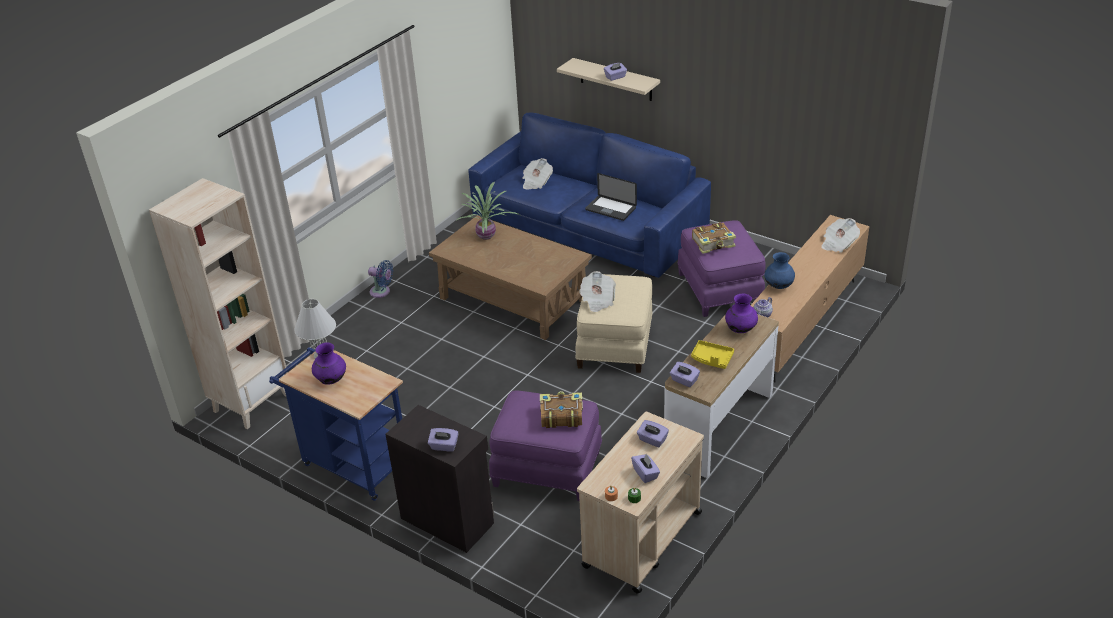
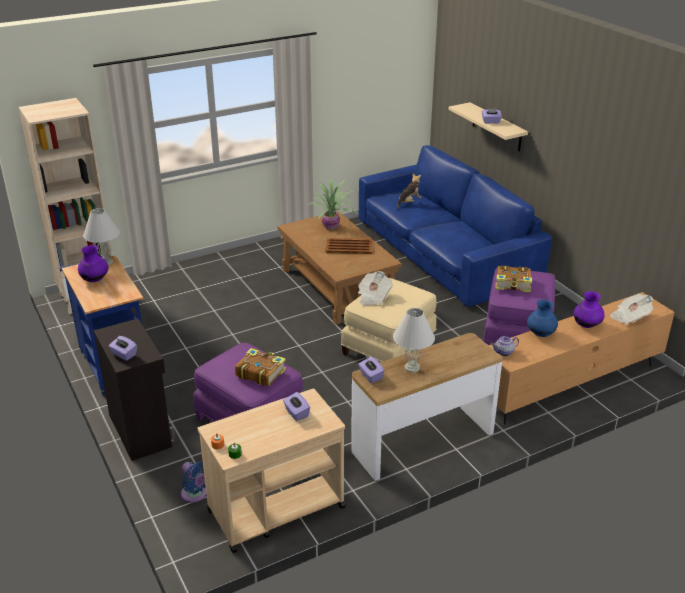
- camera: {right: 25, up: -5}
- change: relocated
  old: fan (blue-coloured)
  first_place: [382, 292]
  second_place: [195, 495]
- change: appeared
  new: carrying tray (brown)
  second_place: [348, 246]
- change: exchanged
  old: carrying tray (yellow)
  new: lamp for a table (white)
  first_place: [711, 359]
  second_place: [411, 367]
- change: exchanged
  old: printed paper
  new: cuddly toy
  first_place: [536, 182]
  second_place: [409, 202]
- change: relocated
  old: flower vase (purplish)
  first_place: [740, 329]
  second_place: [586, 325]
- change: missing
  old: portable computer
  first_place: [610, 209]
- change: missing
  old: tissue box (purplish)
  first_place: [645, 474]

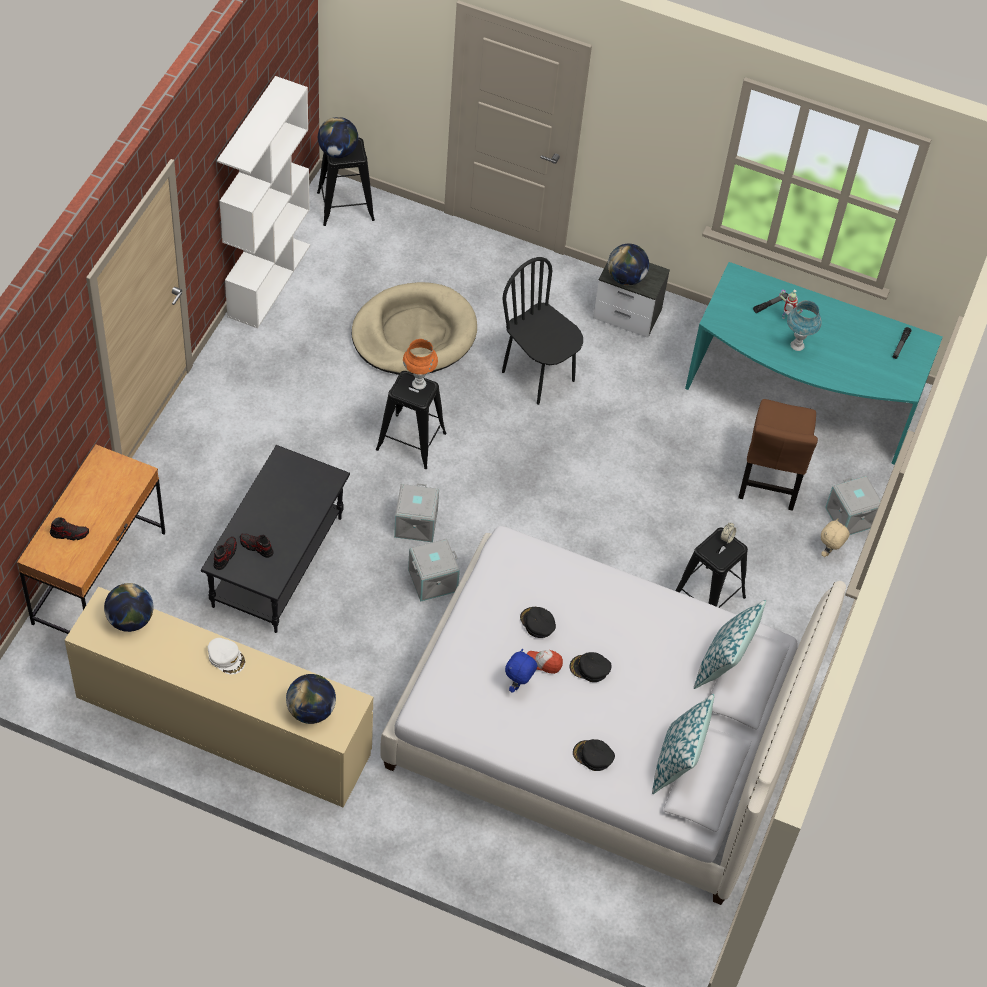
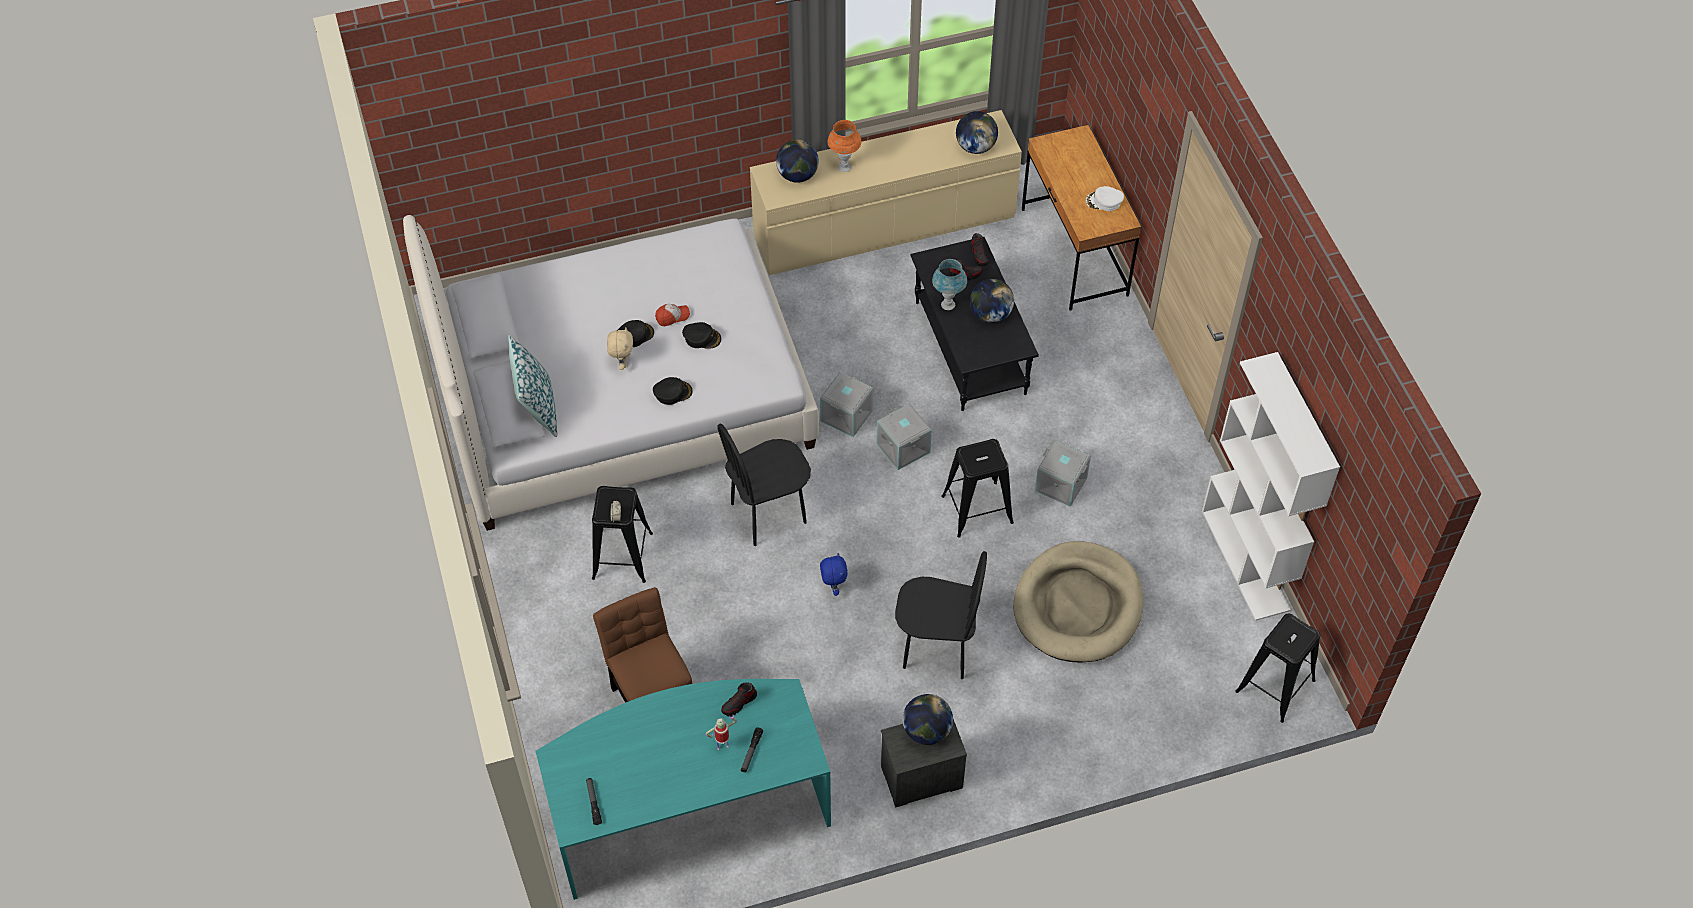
- camera: {right: 145, up: 0}
- change: relocated
  old: cuddly toy (beige-coloured)
  first_place: [829, 552]
  second_place: [622, 363]
- change: relocated
  old: cap (black-coloured)
  first_place: [593, 756]
  second_place: [672, 392]
- change: appeared
  new: chair (black-coloured)
  second_place: [768, 513]
- change: relocated
  old: low shoe
  first_place: [69, 533]
  second_place: [739, 703]
- change: relocated
  old: cuddly toy (blue-coloured)
  first_place: [518, 685]
  second_place: [833, 587]
- change: relocated
  old: lamp for a table (orange-coloured)
  first_place: [419, 384]
  second_place: [844, 167]
- change: relocated
  old: lamp for a table (blue-coloured)
  first_place: [797, 345]
  second_place: [948, 305]
- change: relocated
  old: globe
  first_place: [338, 151]
  second_place: [990, 314]
- change: relocated
  old: storage box (gray)
  first_place: [851, 517]
  second_place: [1060, 485]
- change: relocated
  old: cap (white)
  first_place: [226, 658]
  second_place: [1104, 201]
- change: missing
  old: cushion
  first_place: [677, 762]

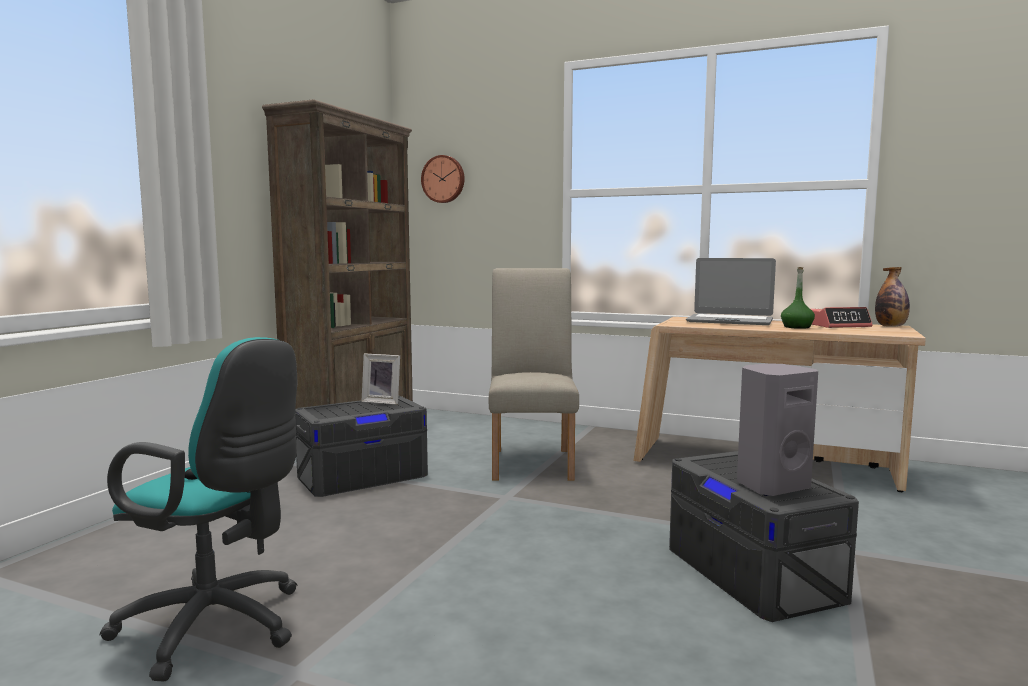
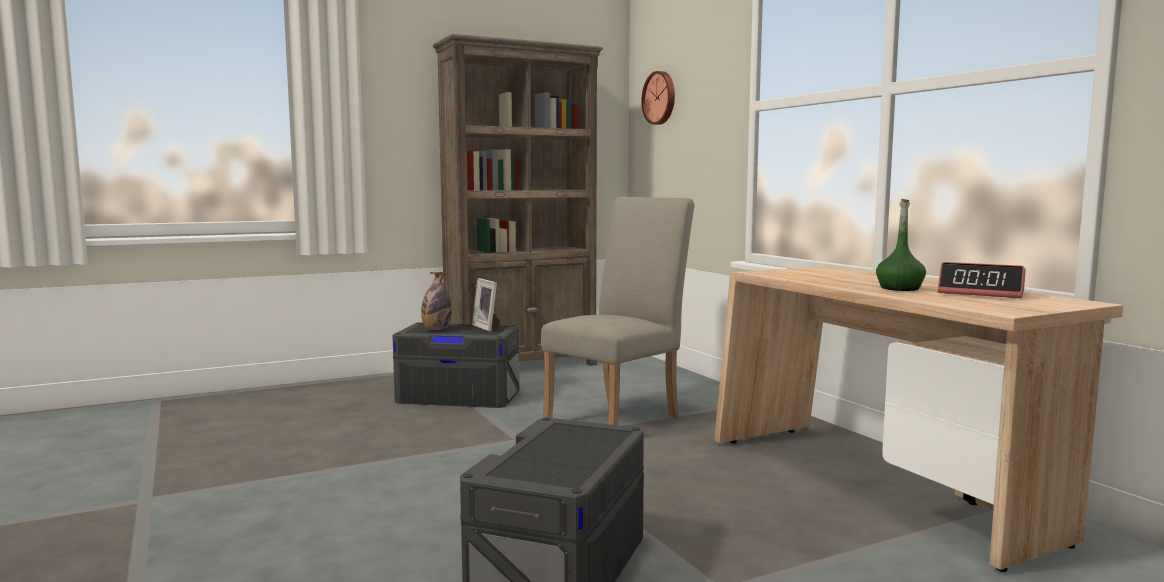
- camera: {right: 40, up: 0}
- change: relocated
  old: bottle
  first_place: [891, 326]
  second_place: [436, 329]
- change: missing
  old: computer chair (turquoise-coloured)
  first_place: [219, 628]
- change: missing
  old: portable computer
  first_place: [729, 321]
- change: missing
  old: audio speaker (gray)
  first_place: [770, 486]

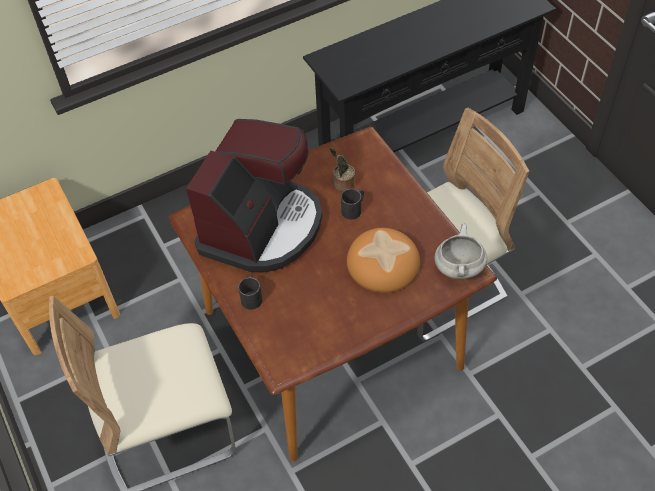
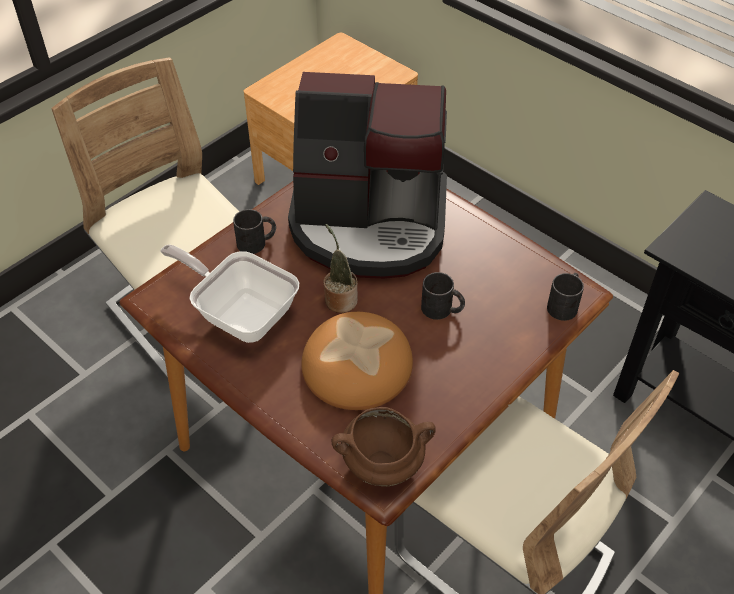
- camera: {right: 70, up: -5}
- change: appeared
  new: skillet
  second_place: [240, 313]
- change: relocated
  old: potted plant
  first_place: [342, 184]
  second_place: [339, 299]
- change: colour
  old: saucepot (white)
  new: saucepot (brown)
  first_place: [458, 267]
  second_place: [383, 462]
- change: appeared
  new: coffee mug (black-coloured)
  second_place: [564, 304]

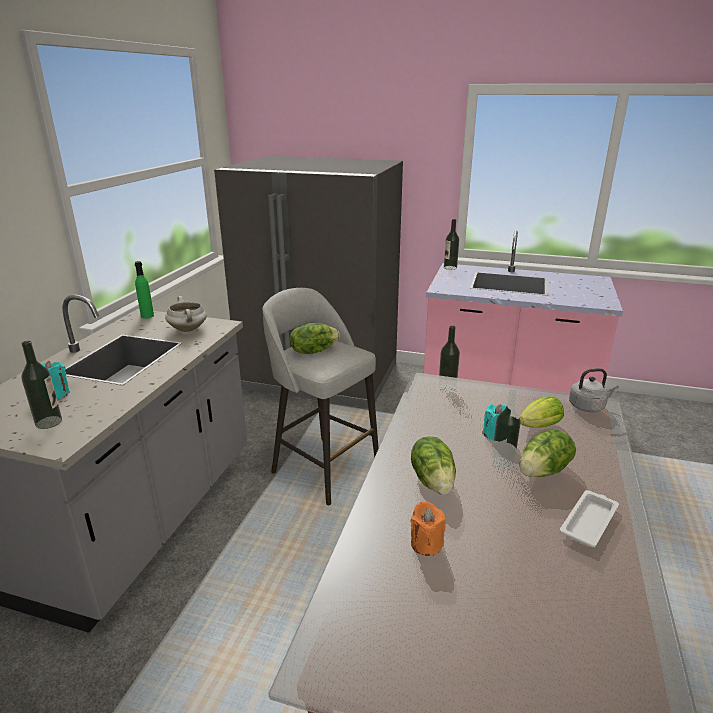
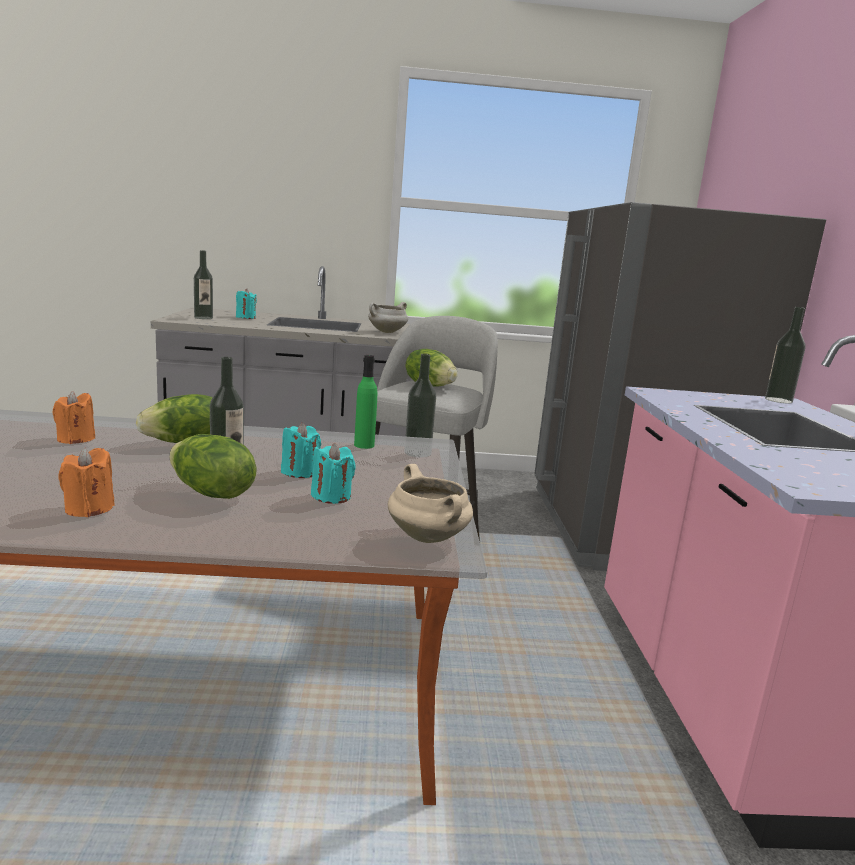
- camera: {right: 70, up: -10}
- change: exchanged
  old: carrying tray (white)
  new: wax candle (orange-coloured)
  first_place: [589, 521]
  second_place: [89, 509]
- change: exchanged
  old: head of lettuce
  new: wax candle (turquoise-coloured)
  first_place: [537, 427]
  second_place: [331, 496]
- change: relocated
  old: bottle (green)
  first_place: [147, 316]
  second_place: [364, 445]
- change: exchanged
  old: water kettle (gray)
  new: saucepot (beige-coloured)
  first_place: [588, 406]
  second_place: [429, 538]

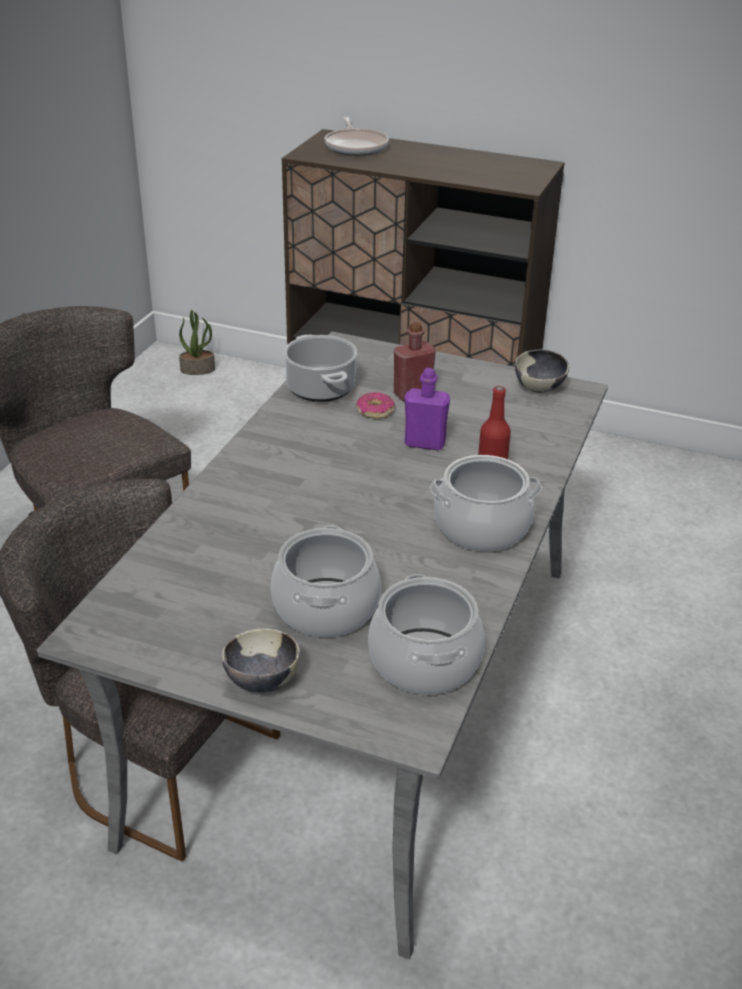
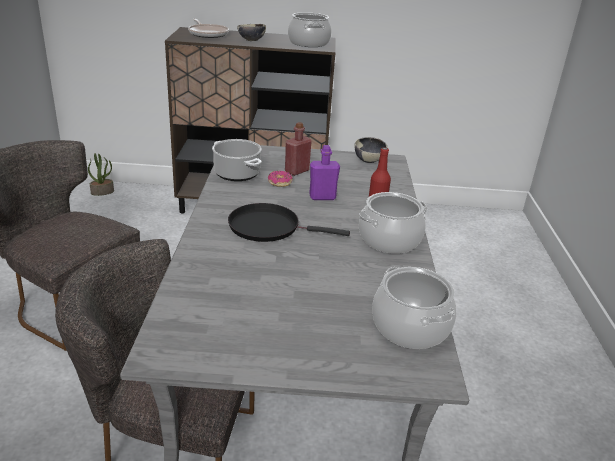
- camera: {right: -20, up: -5}
- change: appeared
  new: skillet (black-coloured)
  second_place: [269, 227]
- change: relocated
  old: bowl
  first_place: [262, 681]
  second_place: [251, 40]
- change: relocated
  old: saucepot
  first_place: [326, 608]
  second_place: [309, 43]

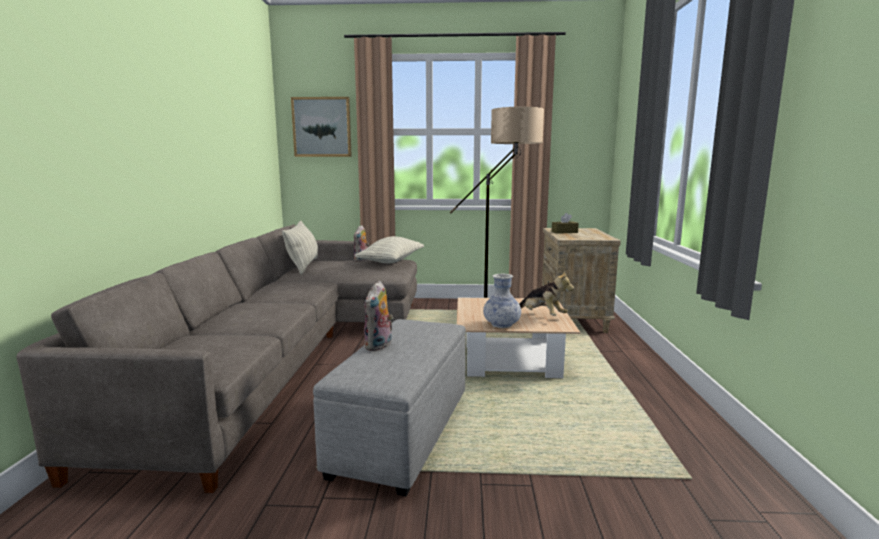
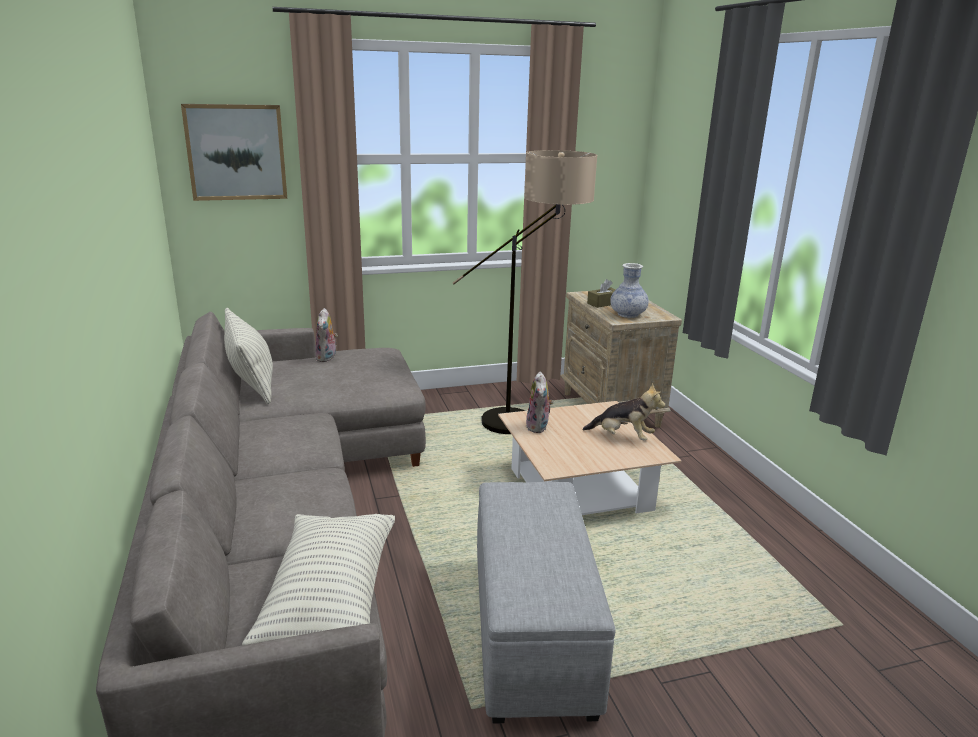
- camera: {right: -20, up: 10}
- change: relocated
  old: cushion
  first_place: [391, 261]
  second_place: [330, 598]
- change: relocated
  old: cuddly toy
  first_place: [379, 346]
  second_place: [539, 427]
- change: relocated
  old: flower vase
  first_place: [501, 325]
  second_place: [628, 314]

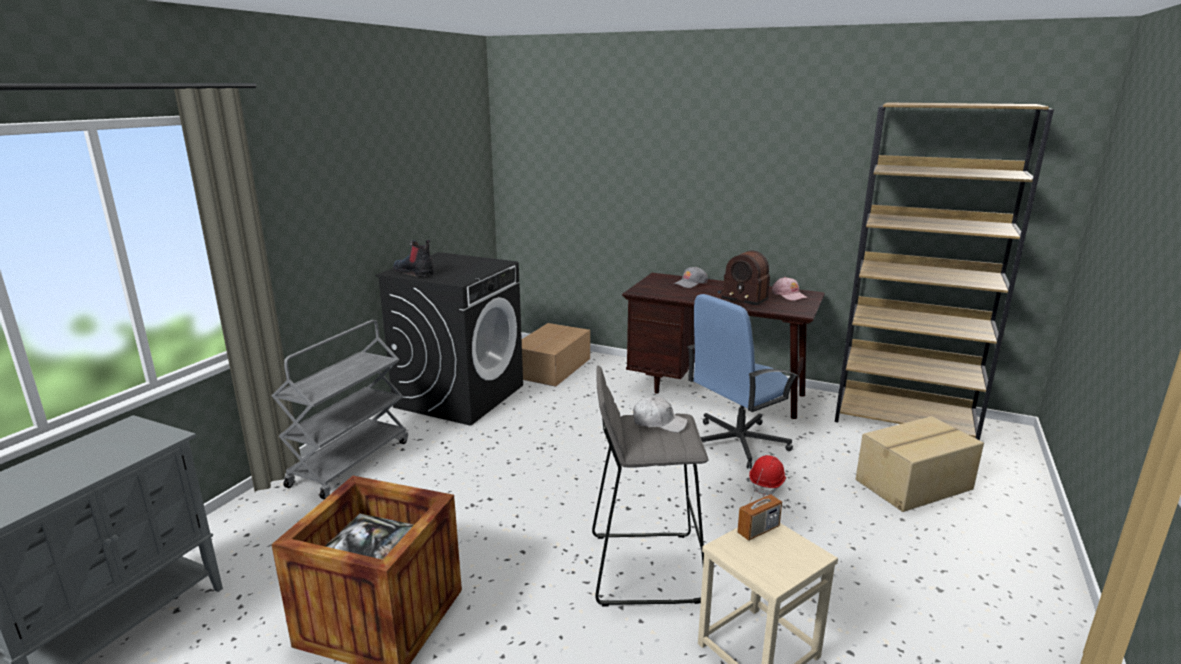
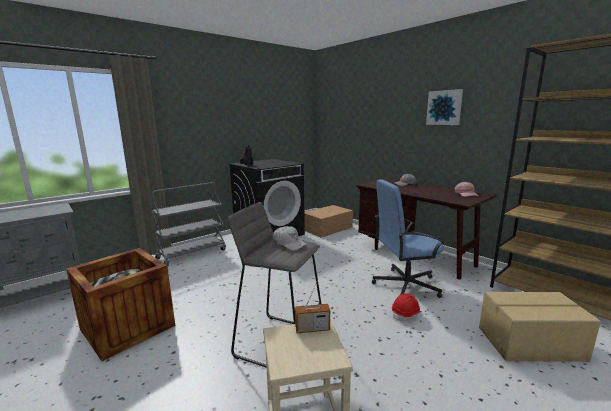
- camera: {right: 25, up: -5}
- change: appeared
  new: wall picture
  second_place: [444, 107]
- change: missing
  old: radio
  first_place: [742, 296]

